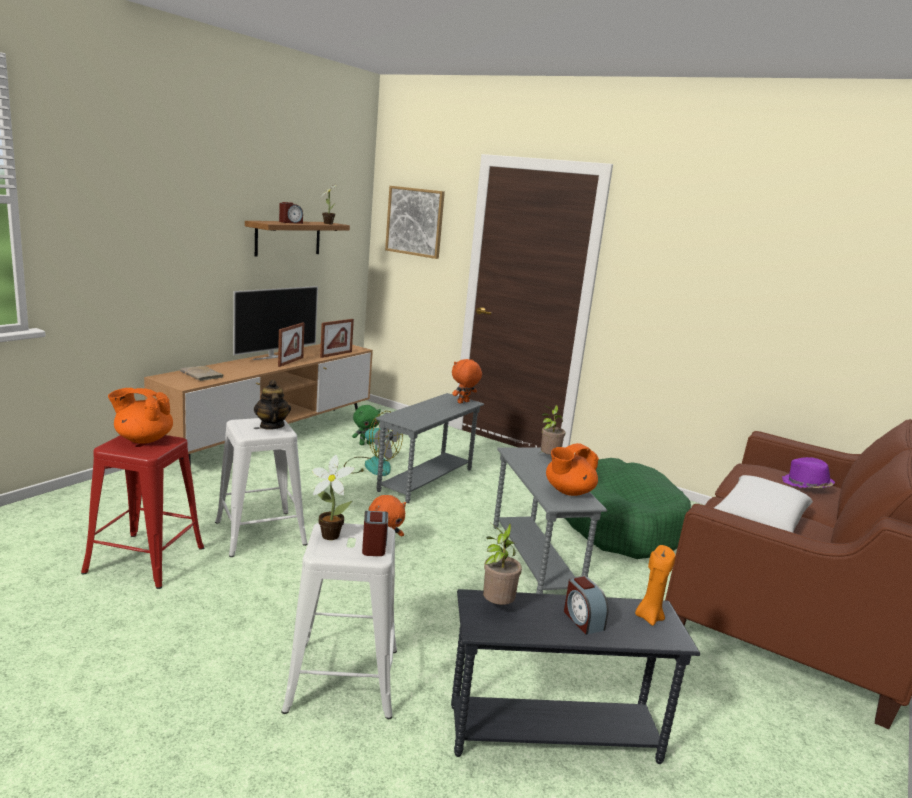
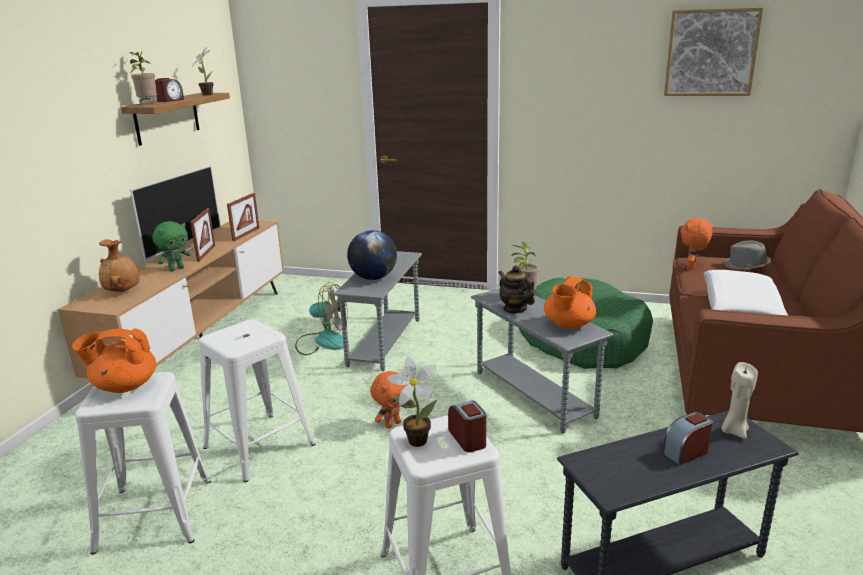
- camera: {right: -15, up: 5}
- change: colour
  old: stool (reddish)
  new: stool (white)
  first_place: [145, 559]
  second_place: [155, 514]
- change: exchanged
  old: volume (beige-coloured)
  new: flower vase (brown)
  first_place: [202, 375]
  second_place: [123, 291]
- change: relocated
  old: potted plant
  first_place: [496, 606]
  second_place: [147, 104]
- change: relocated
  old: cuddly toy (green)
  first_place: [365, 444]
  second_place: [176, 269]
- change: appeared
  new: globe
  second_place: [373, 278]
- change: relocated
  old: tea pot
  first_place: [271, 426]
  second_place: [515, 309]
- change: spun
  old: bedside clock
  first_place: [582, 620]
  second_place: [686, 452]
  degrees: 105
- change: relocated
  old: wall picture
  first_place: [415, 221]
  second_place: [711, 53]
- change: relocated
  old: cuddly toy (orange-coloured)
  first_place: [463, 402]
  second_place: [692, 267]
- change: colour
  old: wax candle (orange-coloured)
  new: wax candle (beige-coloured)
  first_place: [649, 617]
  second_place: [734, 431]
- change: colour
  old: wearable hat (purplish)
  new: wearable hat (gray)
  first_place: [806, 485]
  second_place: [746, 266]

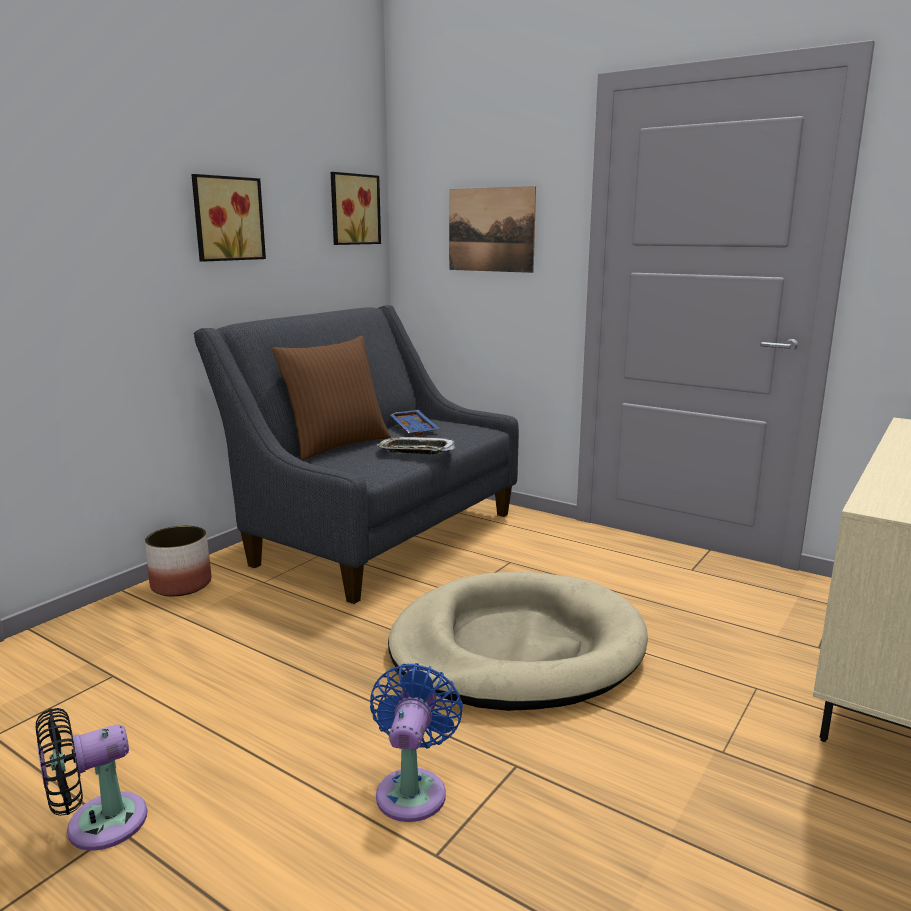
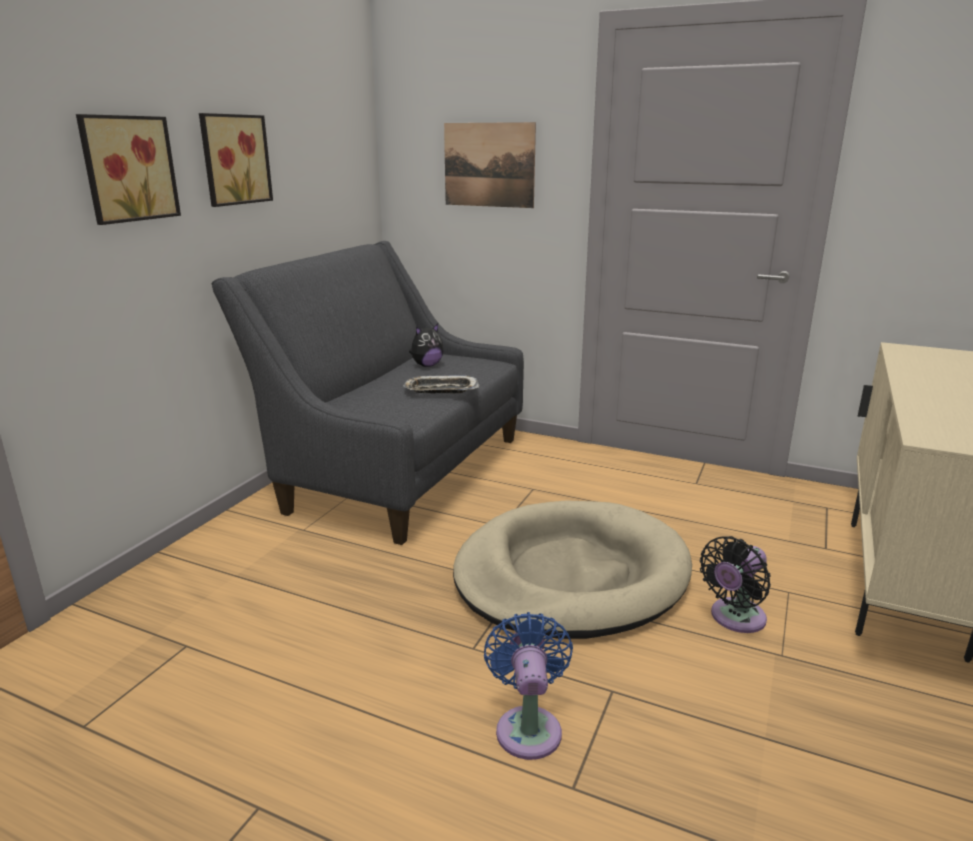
- camera: {right: -10, up: 5}
- change: relocated
  old: wall picture
  first_place: [353, 209]
  second_place: [127, 168]
- change: exchanged
  old: carrying tray (blue-coloured)
  new: cuddly toy
  first_place: [415, 429]
  second_place: [427, 365]
- change: relocated
  old: fan (black-coloured)
  first_place: [98, 825]
  second_place: [734, 618]
- change: missing
  old: plant pot
  first_place: [181, 584]
- change: missing
  old: cushion (brown)
  first_place: [336, 445]

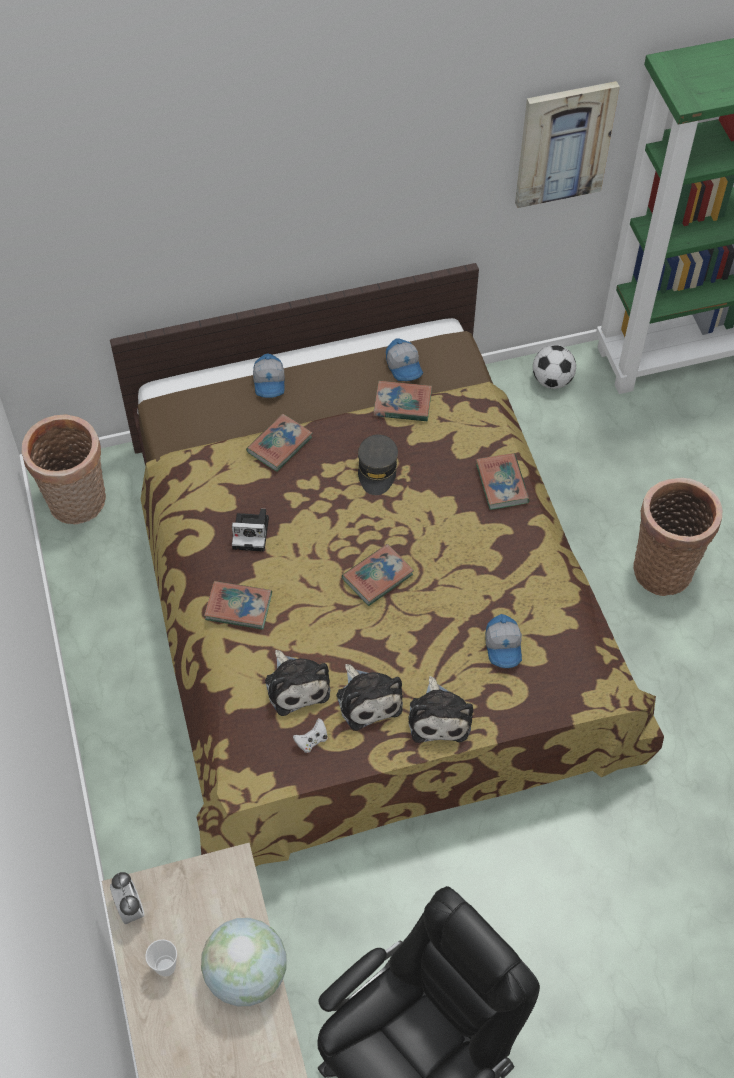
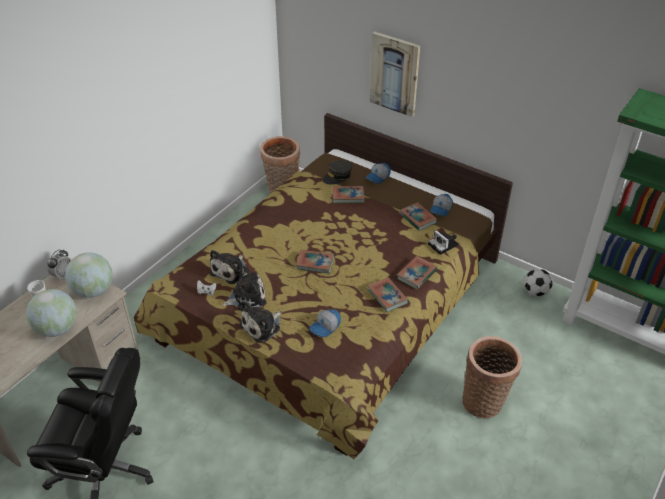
- camera: {right: 50, up: -15}
- change: appeared
  new: globe
  second_place: [93, 291]
- change: spun
  old: cuddly toy
  first_place: [368, 699]
  second_place: [246, 297]
  degrees: -135
- change: relocated
  old: cap (gray)
  first_place: [377, 469]
  second_place: [337, 177]
- change: relocated
  old: volume
  first_place: [239, 607]
  second_place: [387, 296]
- change: relocated
  old: wall picture
  first_place: [564, 144]
  second_place: [395, 74]
- change: relocated
  old: still camera
  first_place: [252, 533]
  second_place: [443, 245]

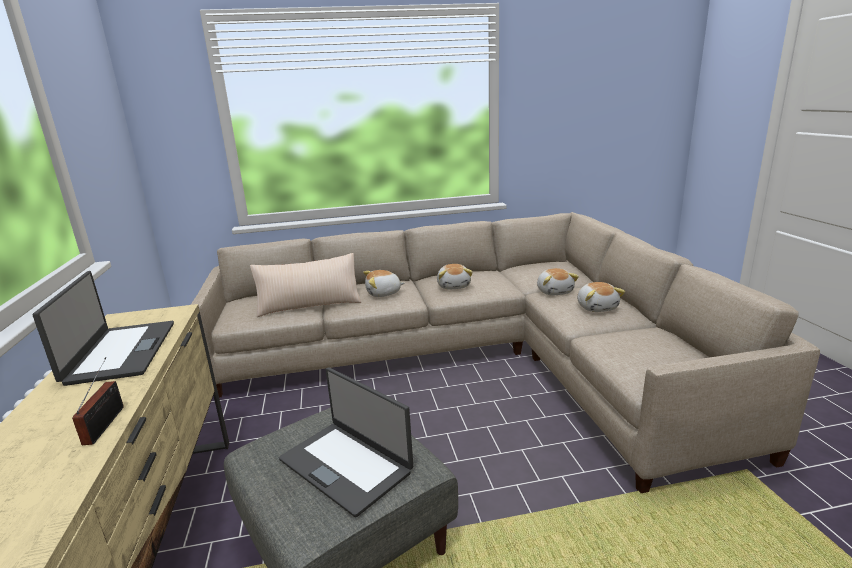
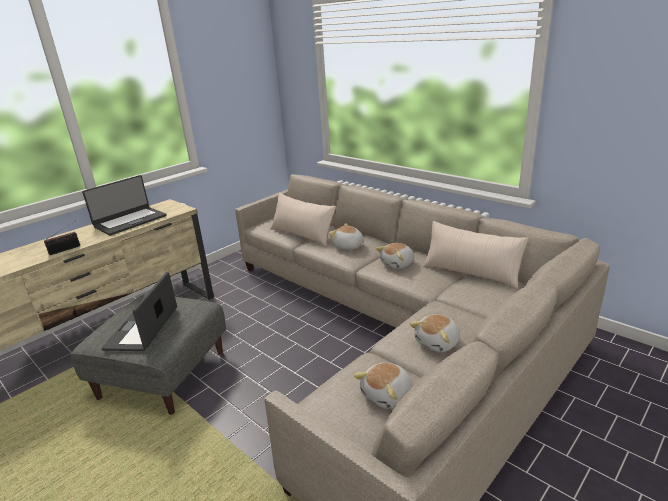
- camera: {right: 55, up: 5}
- change: relocated
  old: cuddly toy
  first_place: [555, 291]
  second_place: [387, 395]
- change: appeared
  new: cushion (beige-coloured)
  second_place: [471, 272]

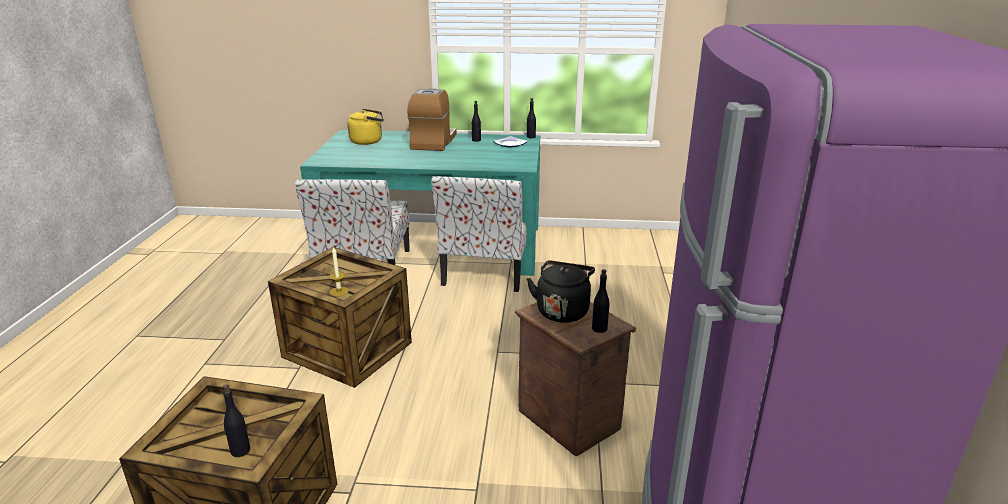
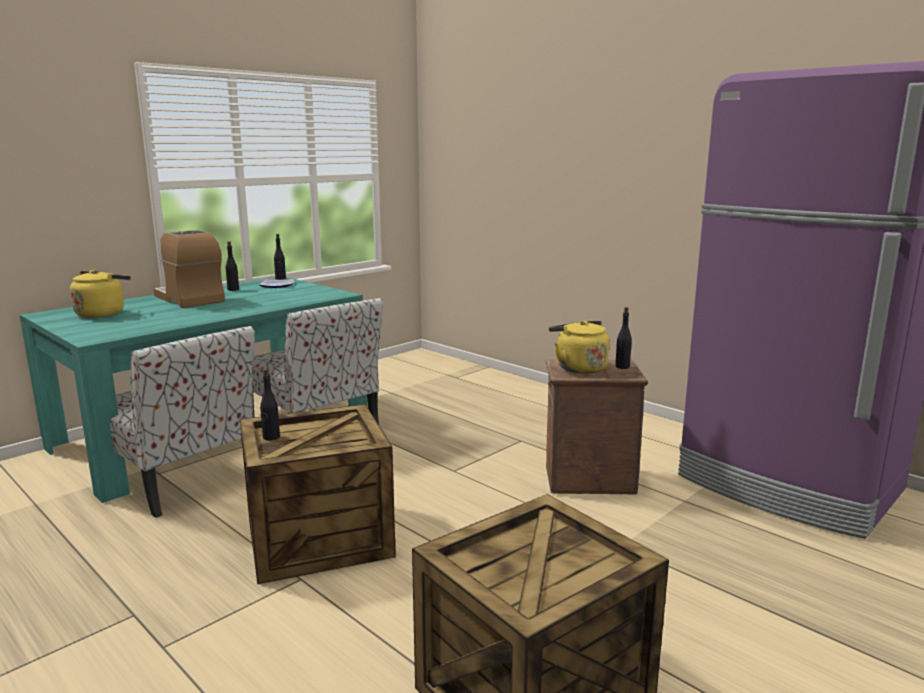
- camera: {right: -50, up: -10}
- change: relocated
  old: bottle (black-coloured)
  first_place: [240, 451]
  second_place: [271, 437]
- change: colour
  old: water kettle (black-coloured)
  new: water kettle (yellow)
  first_place: [562, 310]
  second_place: [578, 367]
- change: missing
  old: wax candle
  first_place: [339, 291]

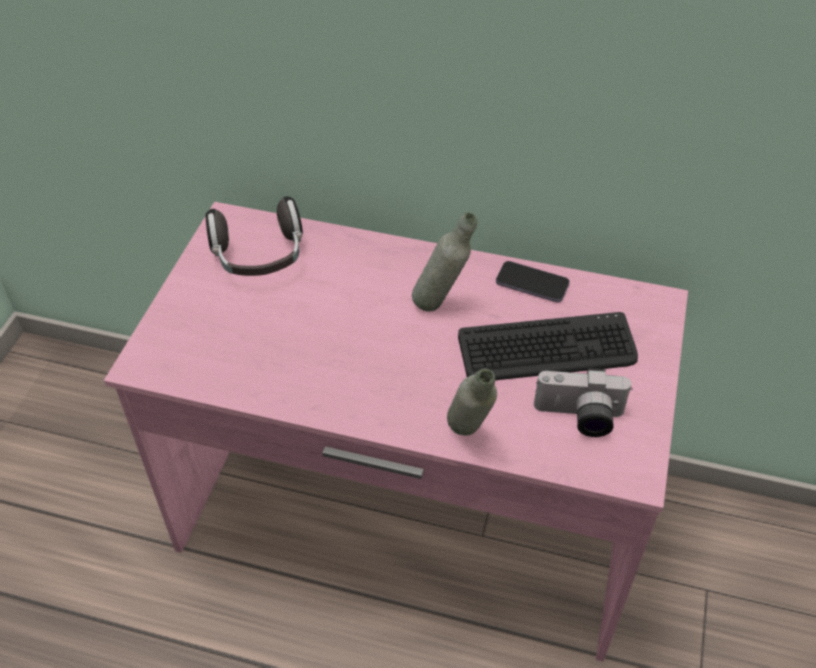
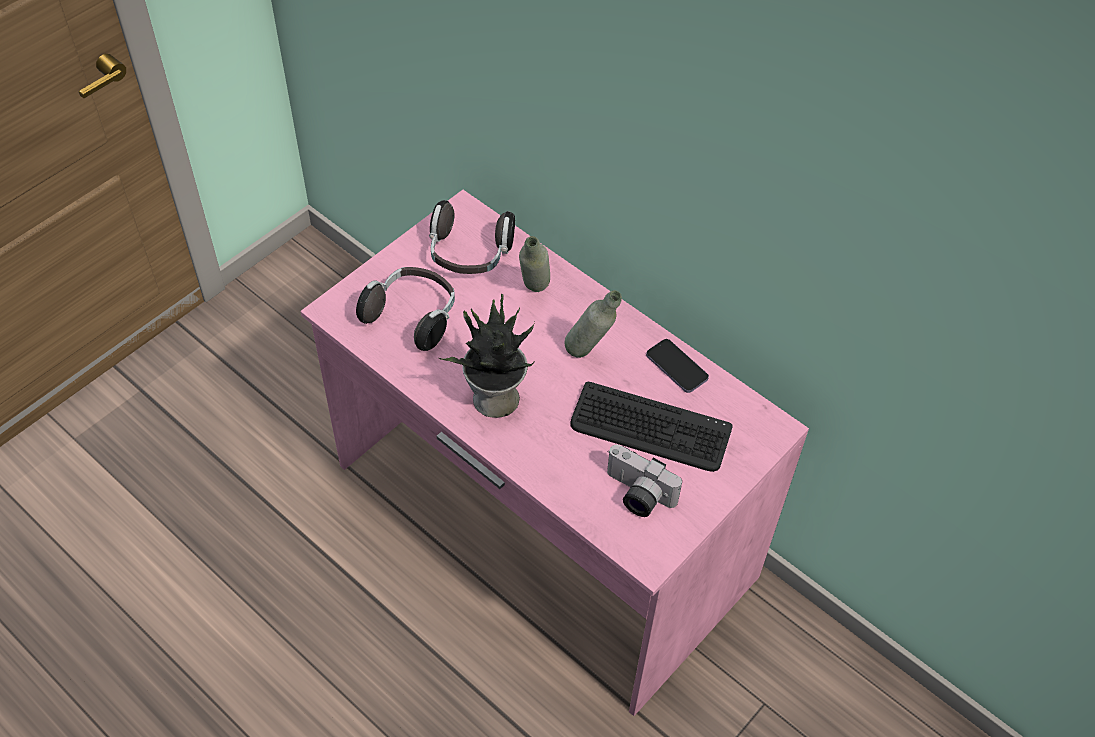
- camera: {right: 25, up: 5}
- change: appeared
  new: pair of headphones
  second_place: [413, 317]
- change: appeared
  new: potted plant
  second_place: [495, 400]
- change: relocated
  old: bottle (gray)
  first_place: [469, 438]
  second_place: [534, 294]

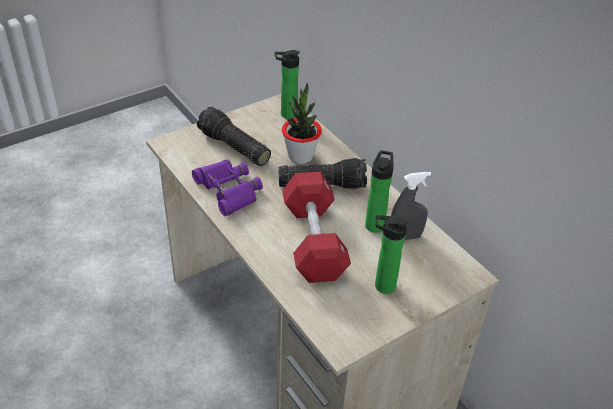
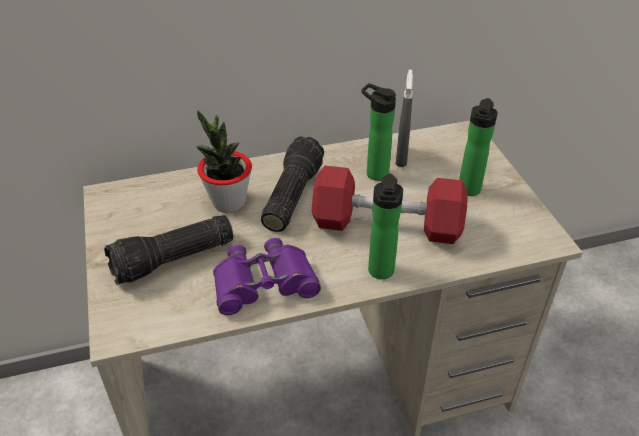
- camera: {right: -70, up: 0}
- change: relocated
  old: bottle
  first_place: [286, 114]
  second_place: [381, 273]

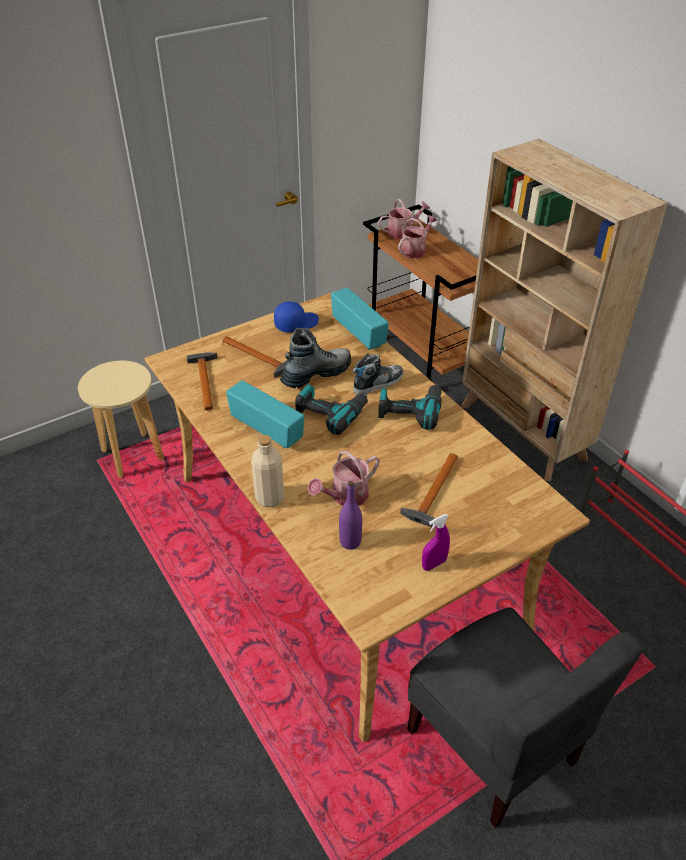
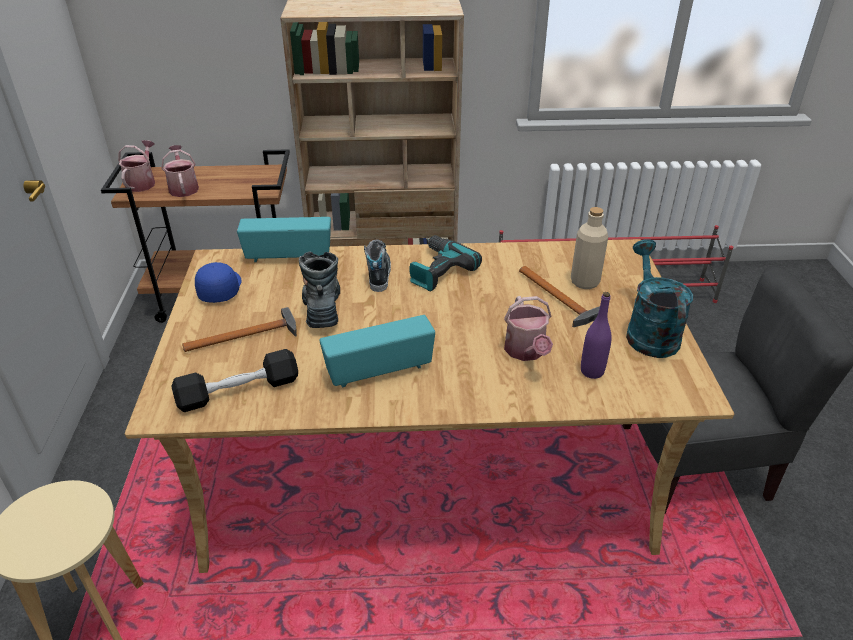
- camera: {right: -60, up: -5}
- change: exchanged
  old: hammer
  new: hand weight (black-coloured)
  first_place: [205, 380]
  second_place: [238, 391]
- change: relocated
  old: bottle (beige-coloured)
  first_place: [270, 498]
  second_place: [584, 282]
- change: exchanged
  old: sprayer (purplish)
  new: watering can (turquoise-coloured)
  first_place: [434, 564]
  second_place: [649, 332]
- change: missing
  old: electric drill
  first_place: [331, 412]

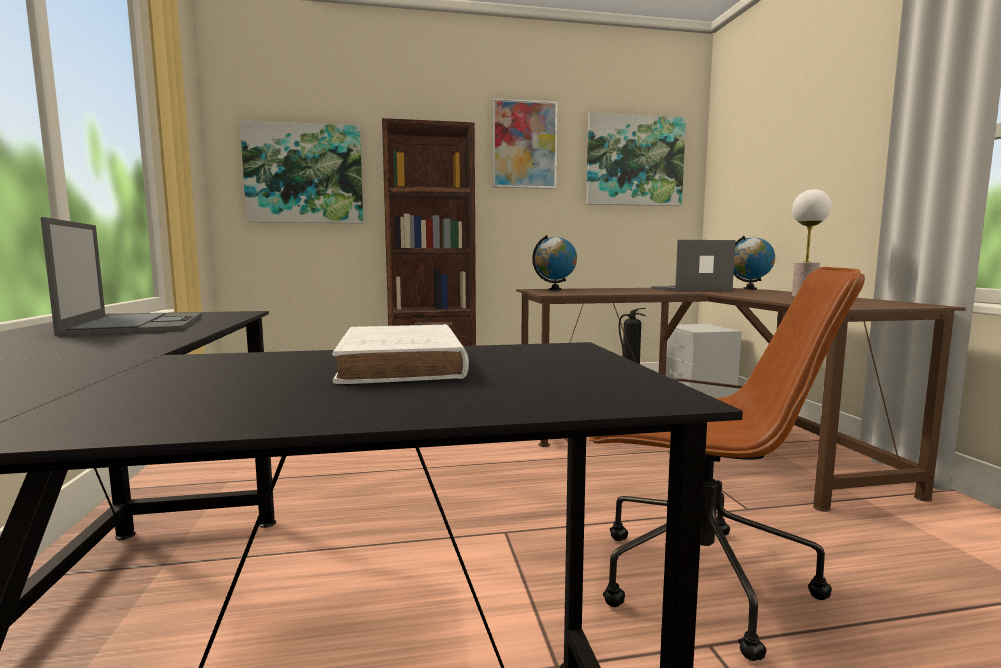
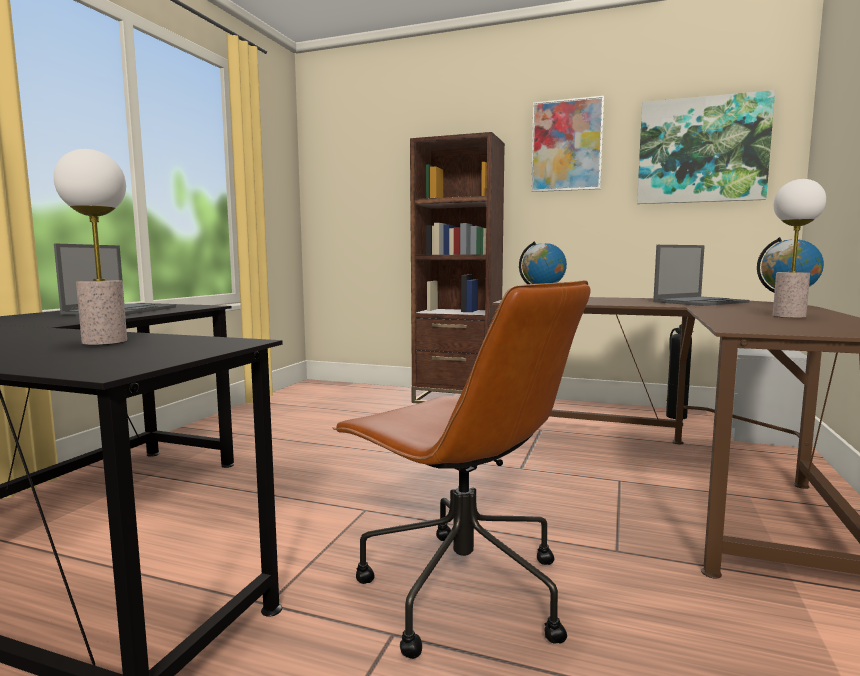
- camera: {right: 30, up: 0}
- change: exchanged
  old: volume (white)
  new: lamp for a table
  first_place: [401, 364]
  second_place: [104, 342]
- change: spun
  old: portable computer
  first_place: [690, 289]
  second_place: [700, 302]
  degrees: 135
- change: missing
  old: wall picture
  first_place: [304, 174]

